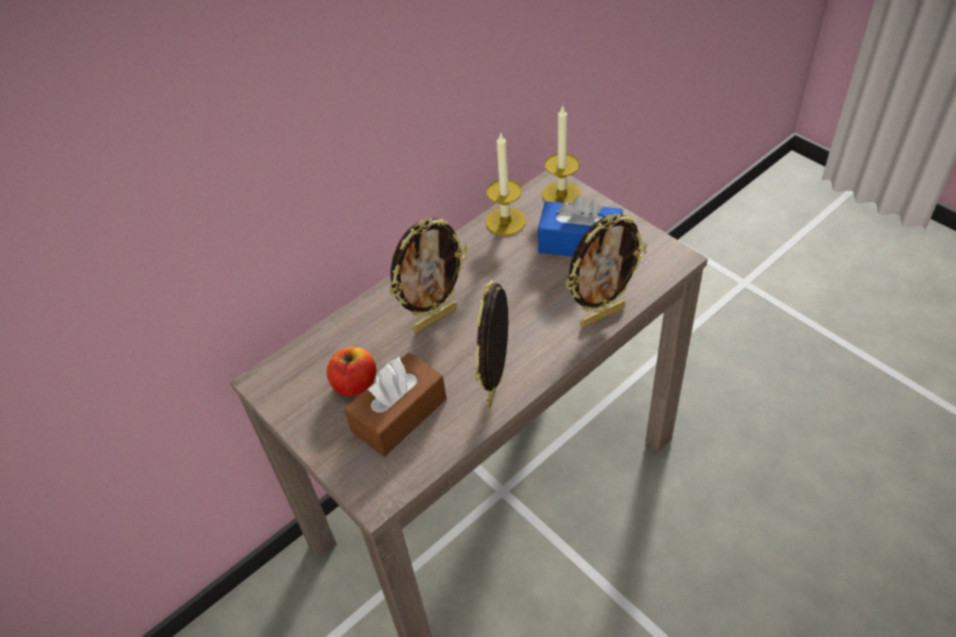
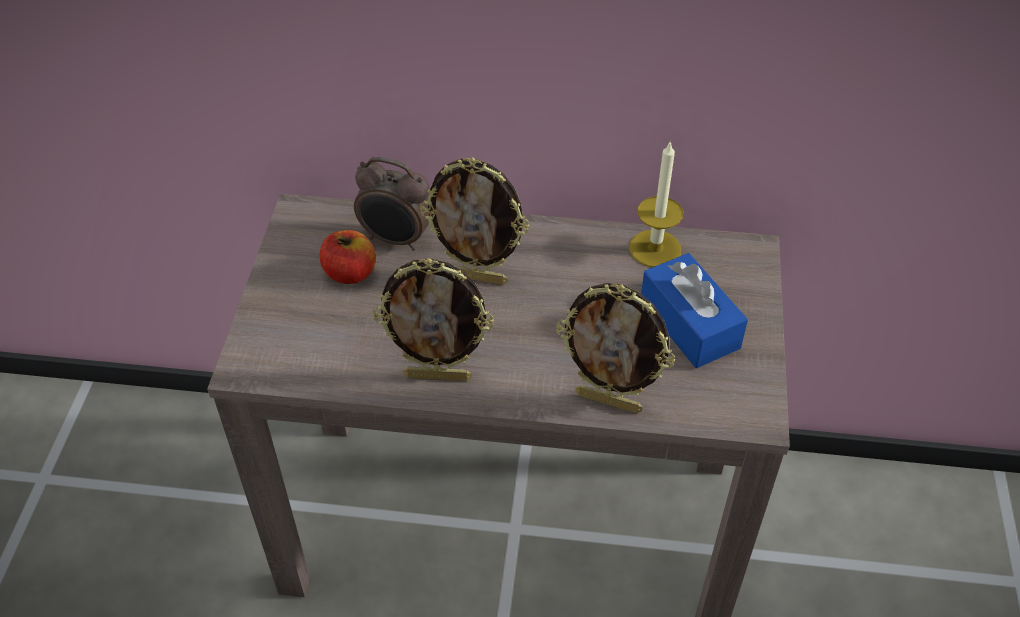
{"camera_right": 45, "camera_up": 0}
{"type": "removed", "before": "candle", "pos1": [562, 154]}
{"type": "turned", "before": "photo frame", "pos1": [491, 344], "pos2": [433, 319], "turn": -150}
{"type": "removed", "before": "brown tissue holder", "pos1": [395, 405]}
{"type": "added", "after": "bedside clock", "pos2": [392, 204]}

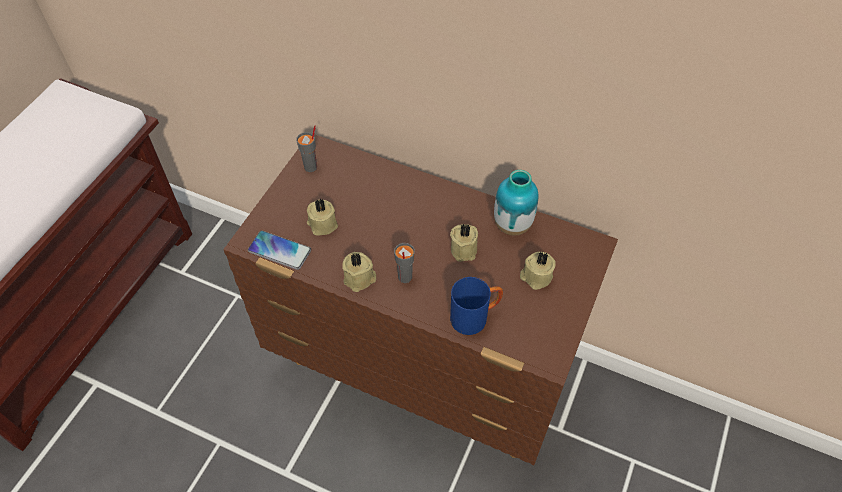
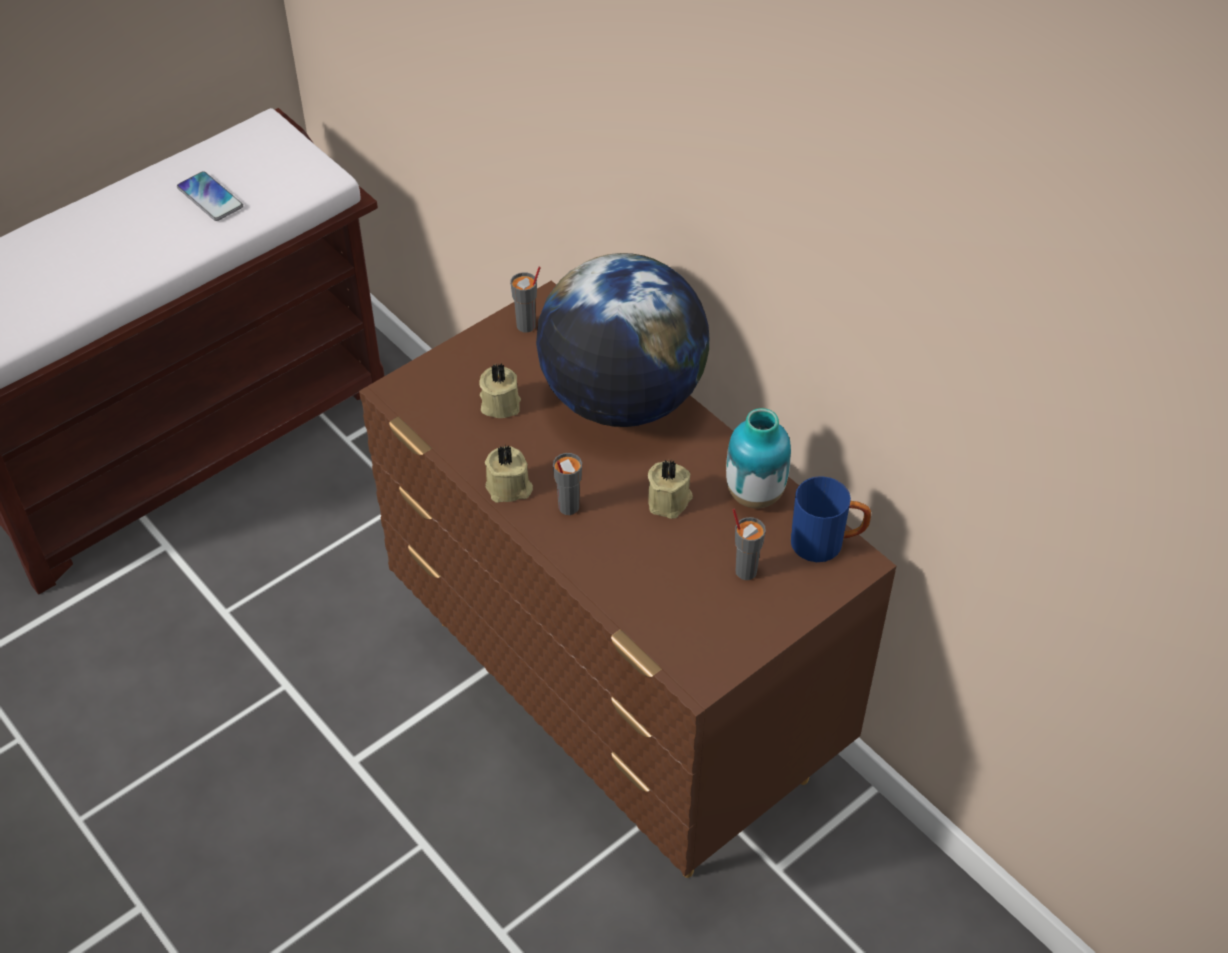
{"camera_right": 25, "camera_up": -5}
{"type": "moved", "before": "telephone", "pos1": [279, 250], "pos2": [210, 196]}
{"type": "replaced", "before": "beige candle", "after": "gray small cup", "pos1": [538, 271], "pos2": [749, 544]}
{"type": "moved", "before": "bluish mug", "pos1": [476, 306], "pos2": [830, 519]}
{"type": "added", "after": "globe", "pos2": [622, 340]}

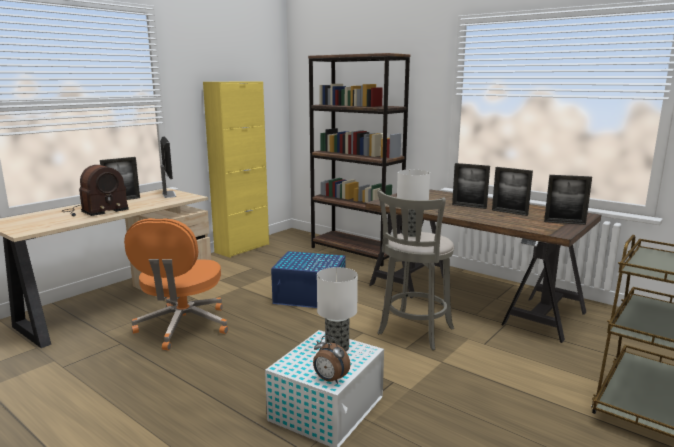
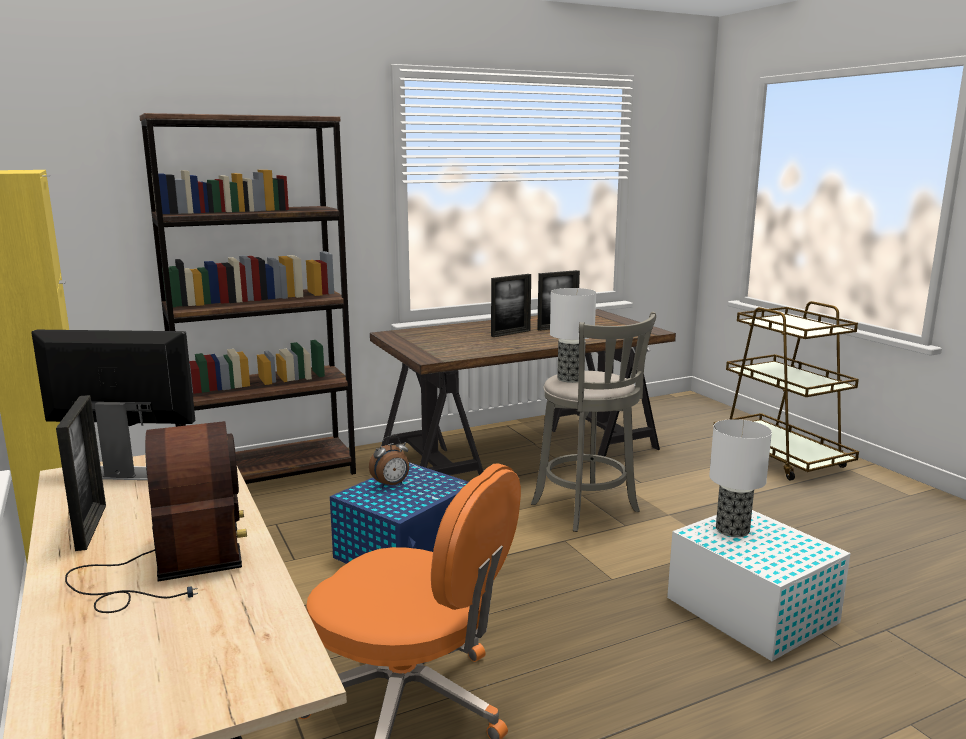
{"camera_right": -65, "camera_up": 0}
{"type": "removed", "before": "photo frame", "pos1": [568, 200]}
{"type": "moved", "before": "bedside clock", "pos1": [331, 359], "pos2": [389, 461]}

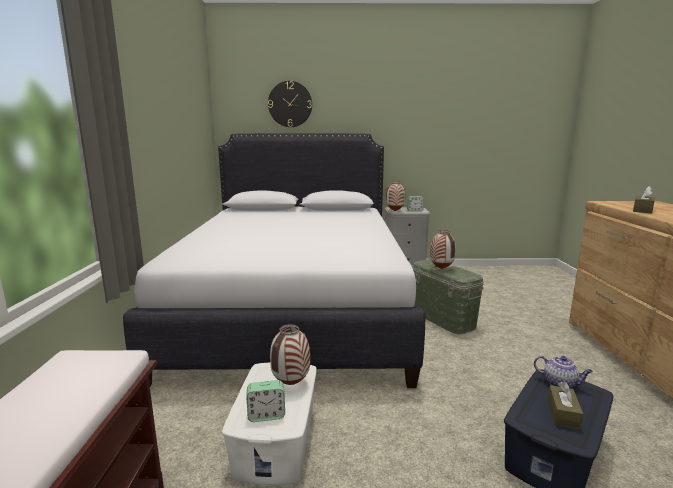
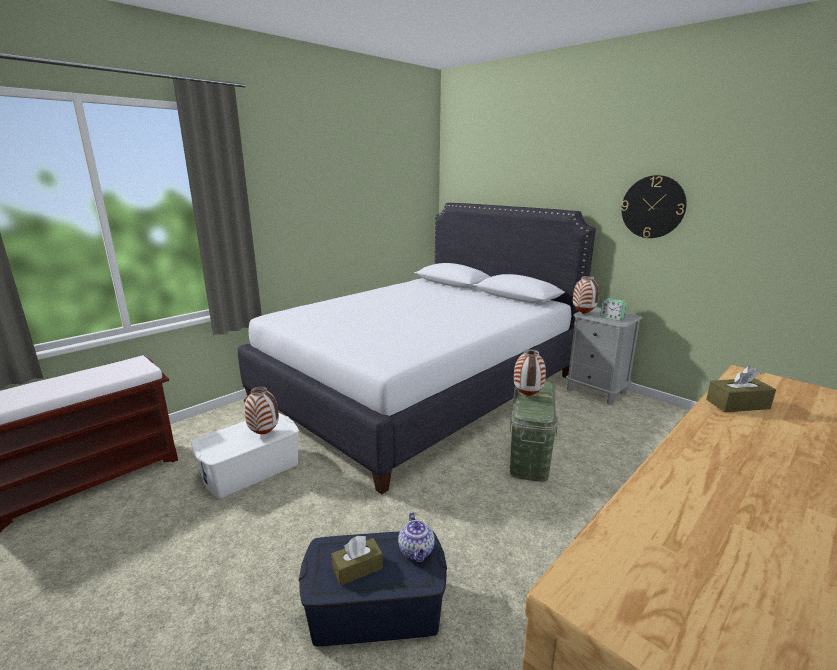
{"camera_right": 45, "camera_up": 5}
{"type": "moved", "before": "hanging clock", "pos1": [290, 104], "pos2": [654, 206]}
{"type": "removed", "before": "bedside clock", "pos1": [265, 401]}

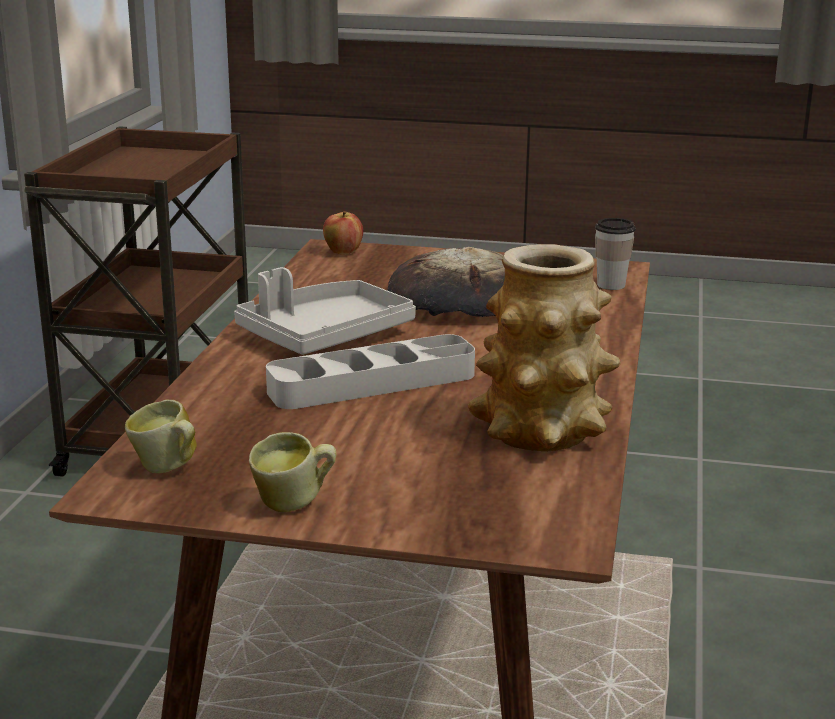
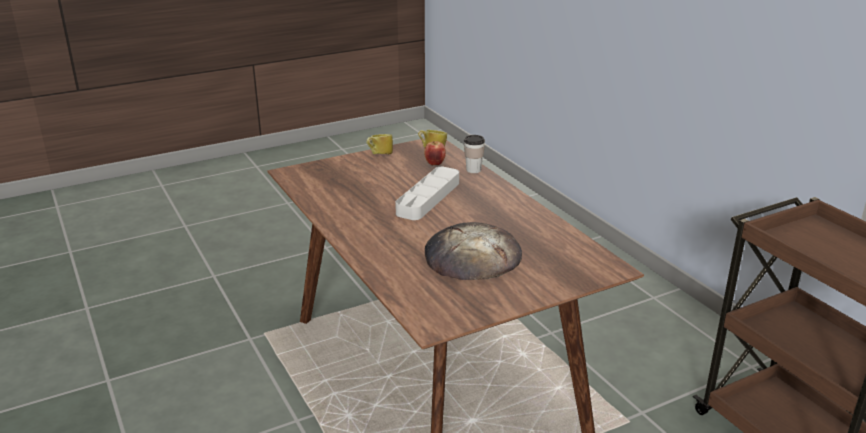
{"camera_right": 140, "camera_up": 5}
{"type": "moved", "before": "whole apple", "pos1": [343, 233], "pos2": [435, 153]}
{"type": "moved", "before": "small cup", "pos1": [615, 254], "pos2": [474, 154]}
{"type": "removed", "before": "vase", "pos1": [544, 347]}
{"type": "removed", "before": "gray serving tray", "pos1": [325, 311]}

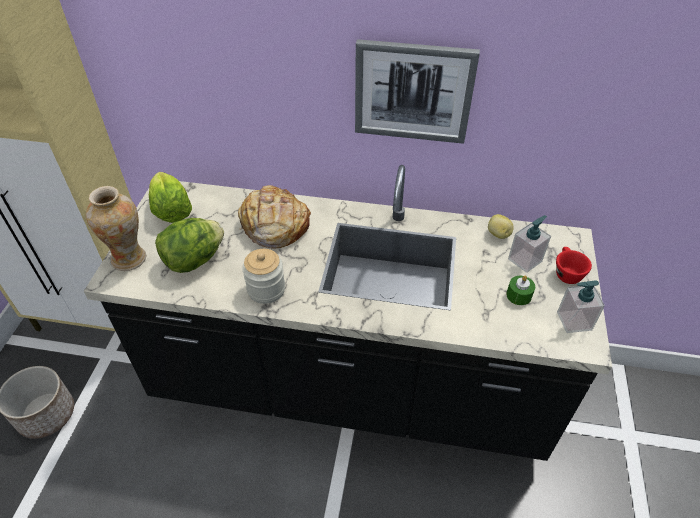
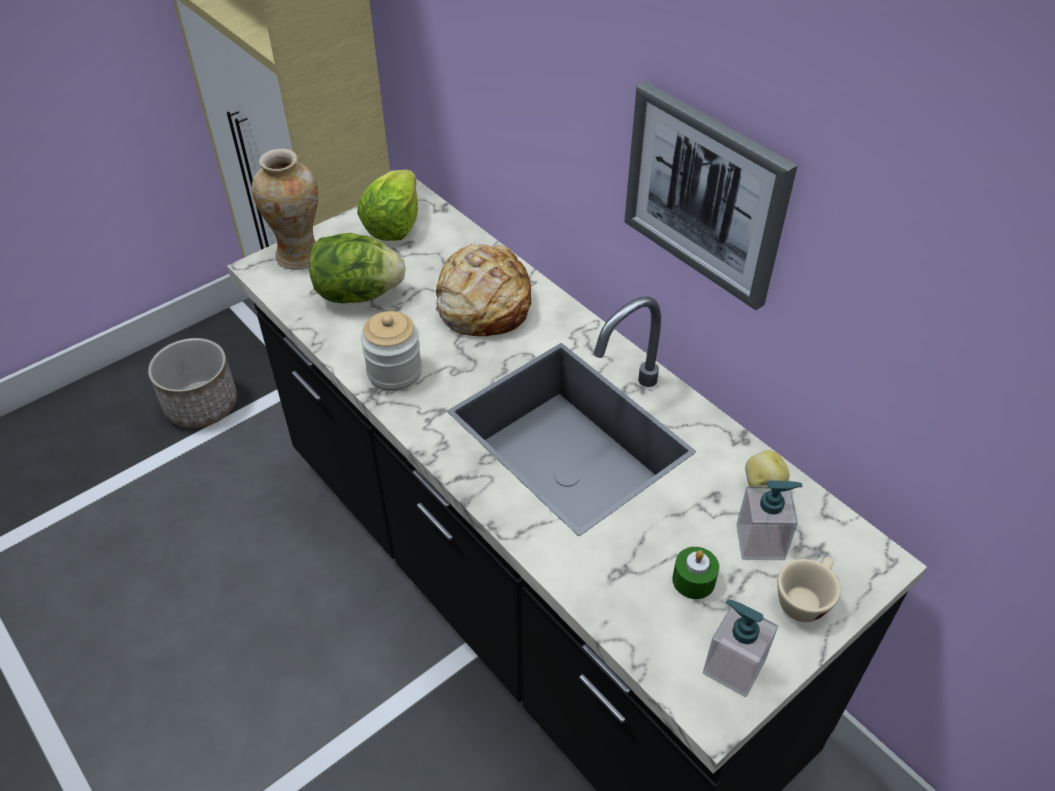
{"camera_right": 40, "camera_up": 0}
{"type": "recoloured", "before": "red small cup", "after": "beige small cup", "pos1": [574, 265], "pos2": [809, 589]}

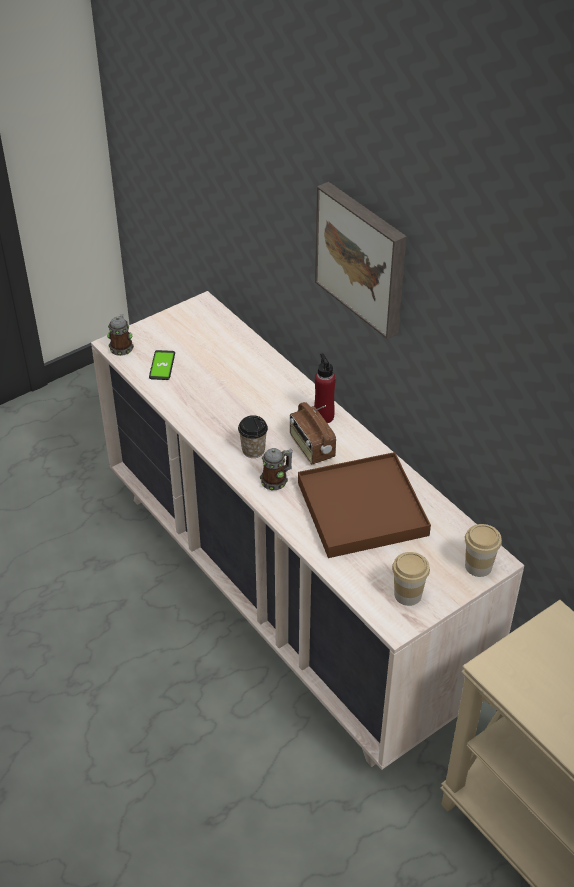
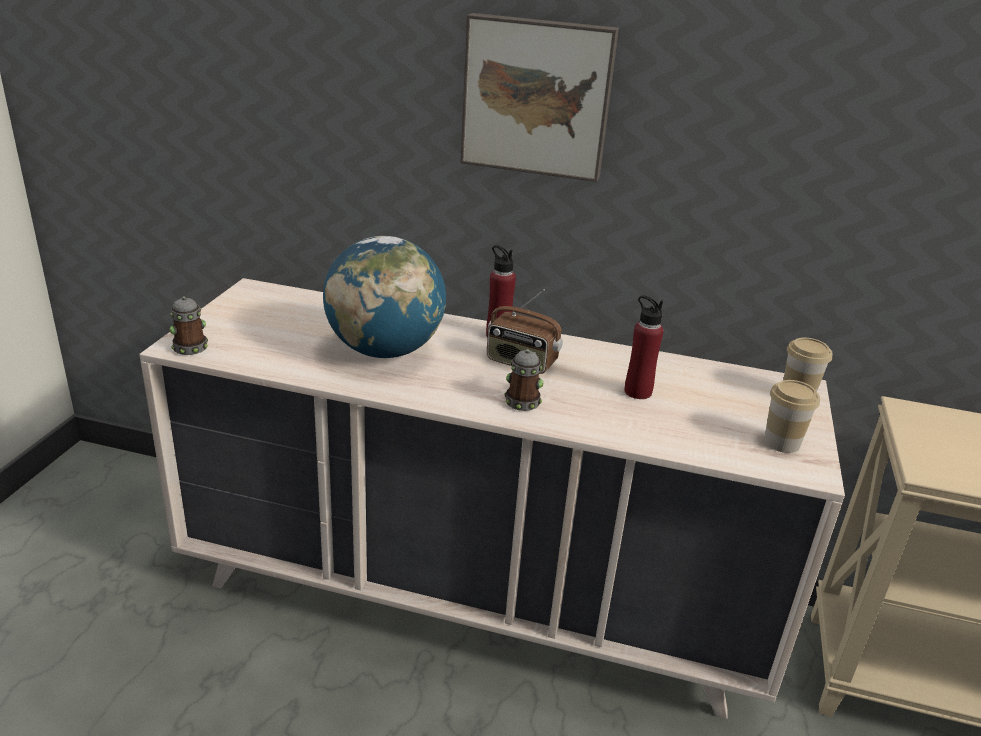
{"camera_right": -40, "camera_up": -15}
{"type": "removed", "before": "telephone", "pos1": [162, 365]}
{"type": "removed", "before": "small cup", "pos1": [253, 436]}
{"type": "replaced", "before": "brown serving tray", "after": "red beverage bottle", "pos1": [364, 505], "pos2": [644, 347]}
{"type": "added", "after": "globe", "pos2": [384, 297]}

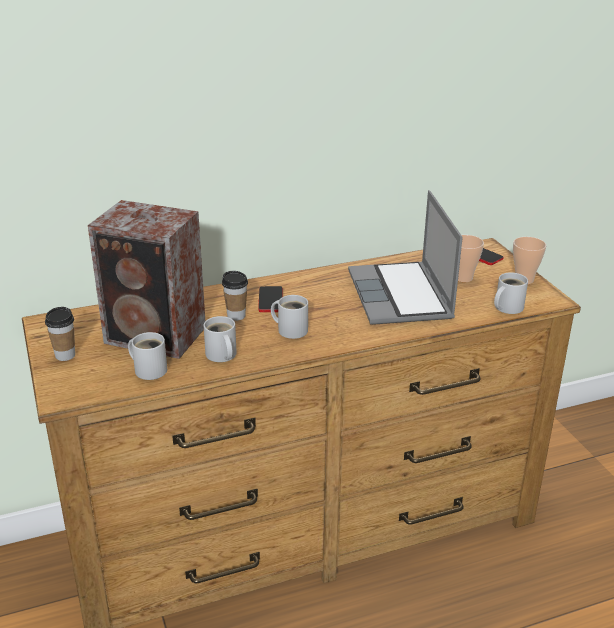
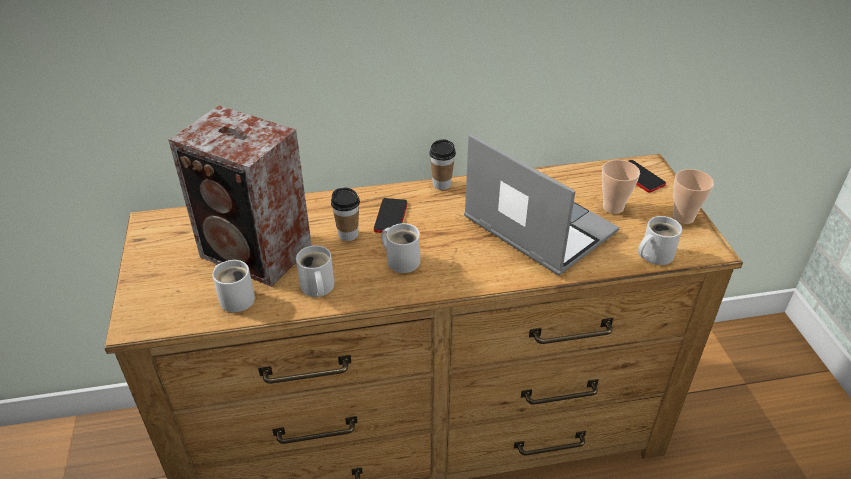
{"camera_right": 10, "camera_up": 10}
{"type": "turned", "before": "laptop", "pos1": [405, 257], "pos2": [541, 205], "turn": 135}
{"type": "moved", "before": "small cup", "pos1": [60, 334], "pos2": [442, 165]}

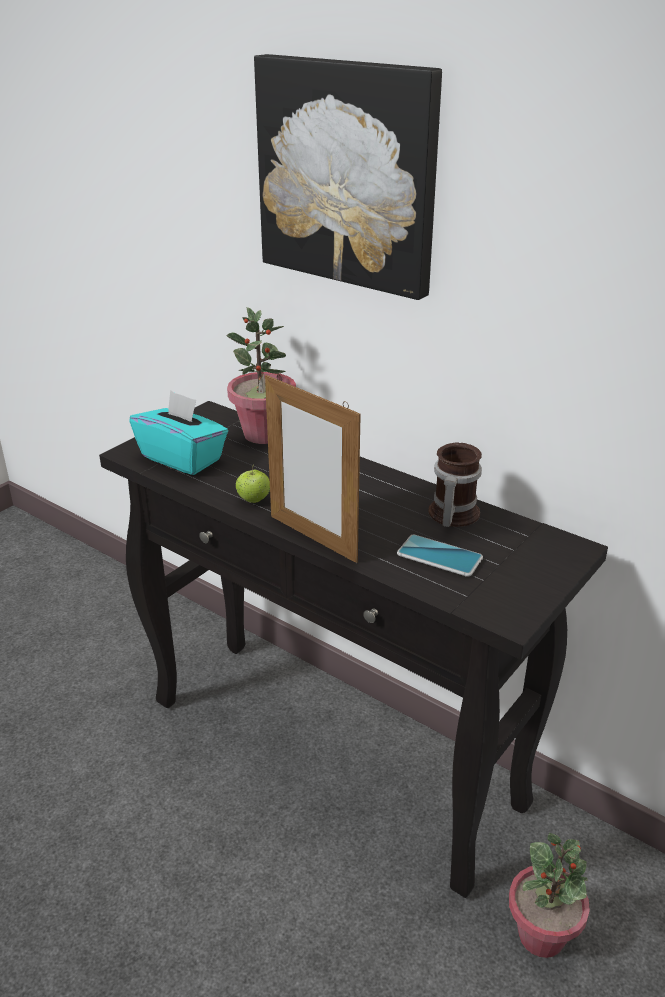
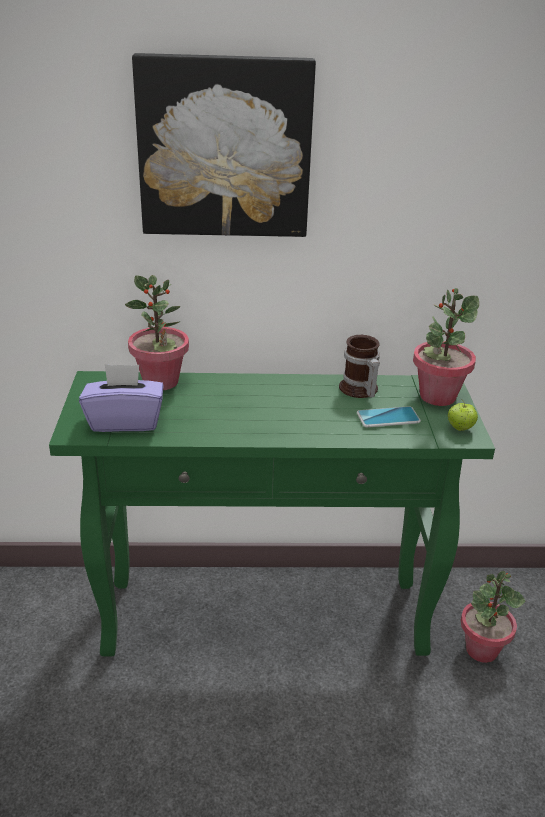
{"camera_right": -40, "camera_up": 0}
{"type": "removed", "before": "photo frame", "pos1": [313, 468]}
{"type": "recoloured", "before": "blue-green tissue holder", "after": "purple tissue holder", "pos1": [178, 432], "pos2": [121, 398]}
{"type": "recoloured", "before": "blackish hall table", "after": "green hall table", "pos1": [353, 649], "pos2": [272, 514]}
{"type": "moved", "before": "whole apple", "pos1": [253, 483], "pos2": [463, 415]}
{"type": "added", "after": "potted plant", "pos2": [446, 347]}

